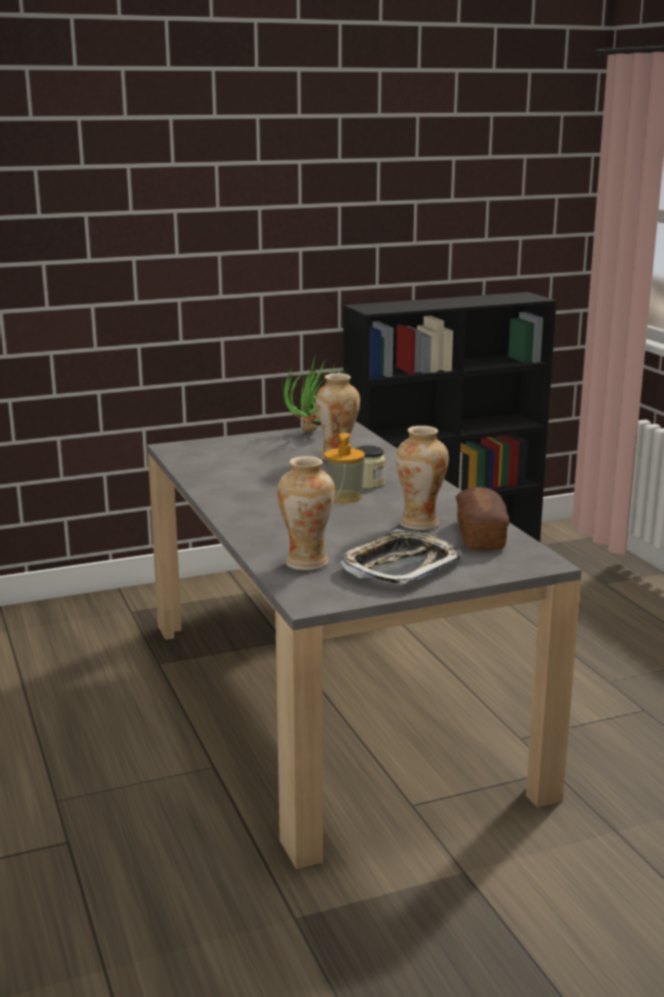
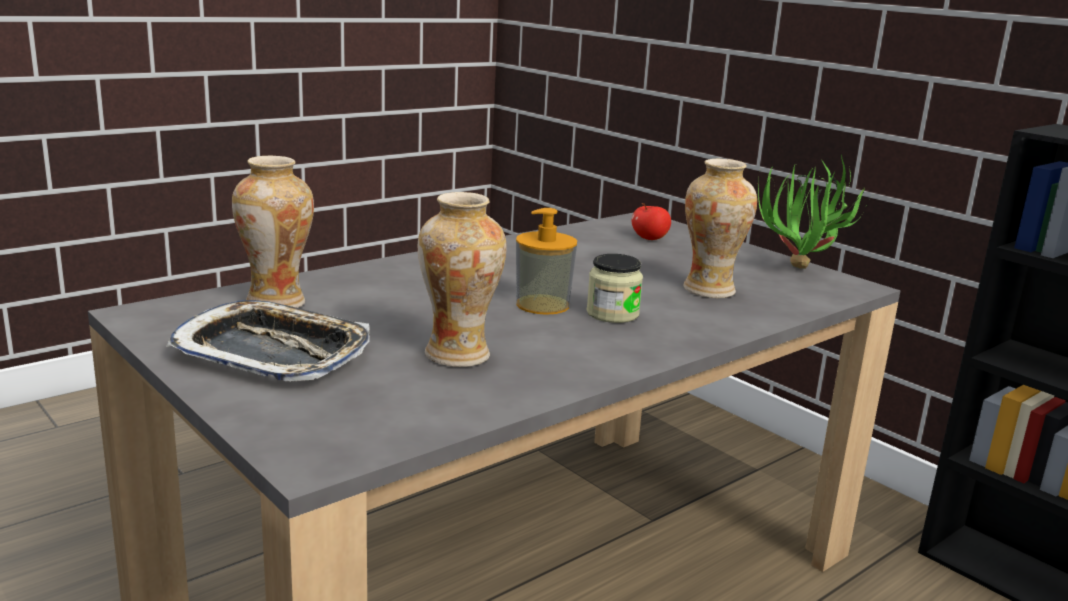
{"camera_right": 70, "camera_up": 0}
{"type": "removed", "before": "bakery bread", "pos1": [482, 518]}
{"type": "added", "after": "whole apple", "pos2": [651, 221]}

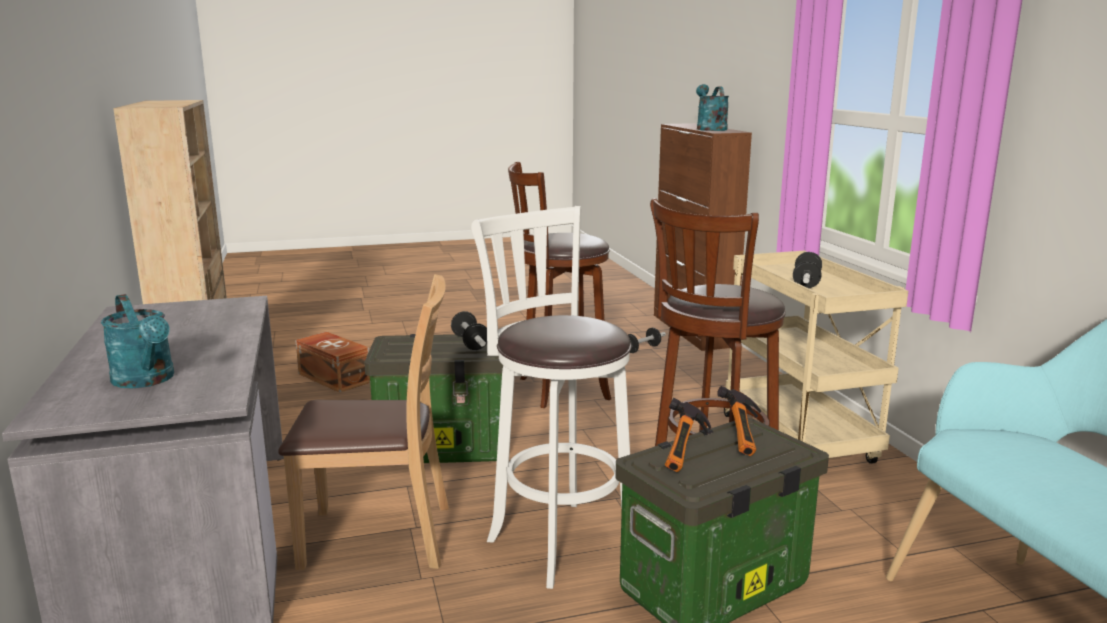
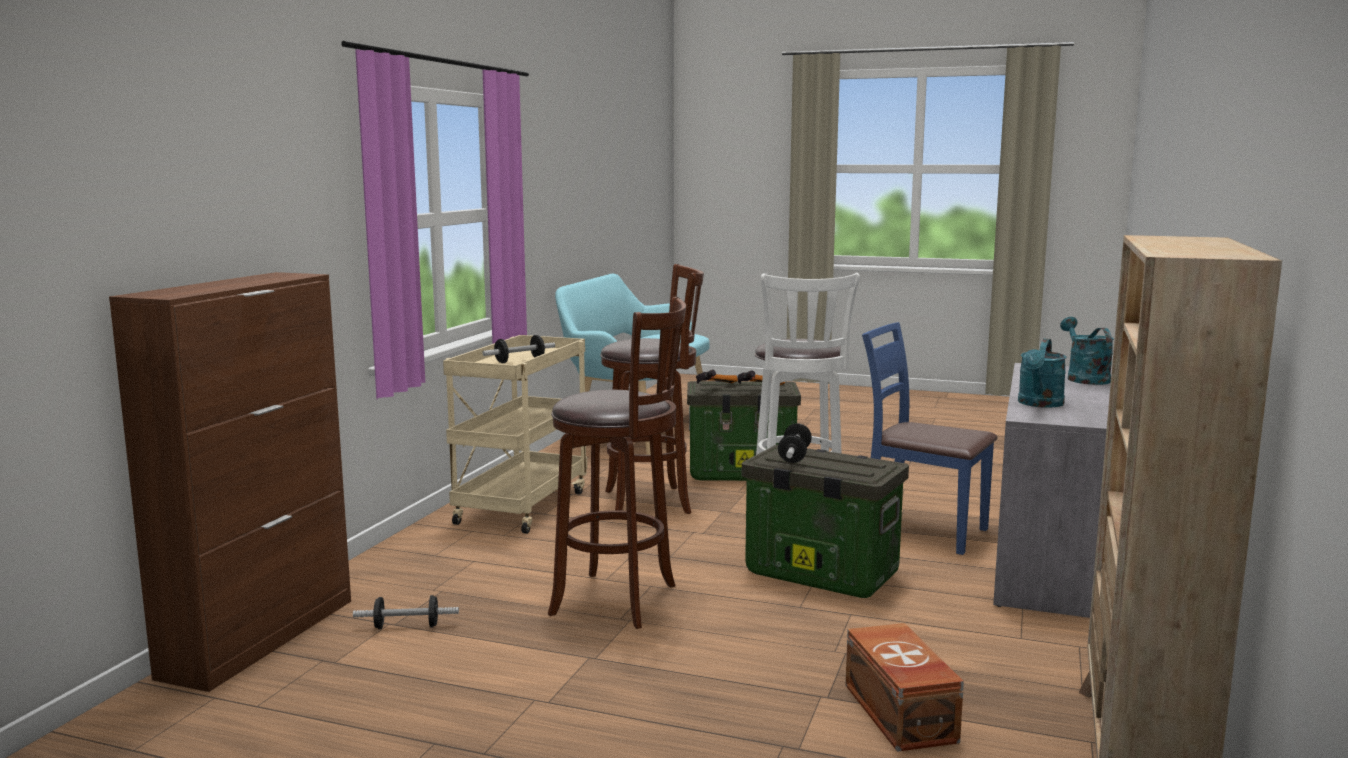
{"camera_right": -145, "camera_up": -5}
{"type": "moved", "before": "blue-green sprinkling can", "pos1": [712, 107], "pos2": [1042, 373]}
{"type": "recoloured", "before": "brown chair", "after": "bluish chair", "pos1": [363, 422], "pos2": [930, 438]}

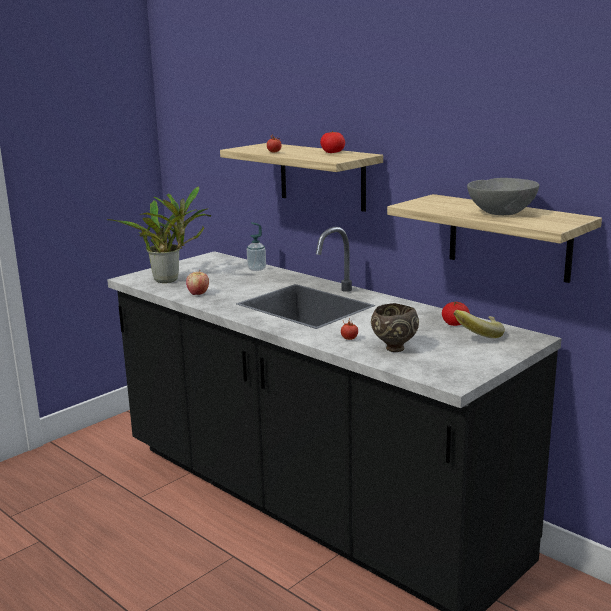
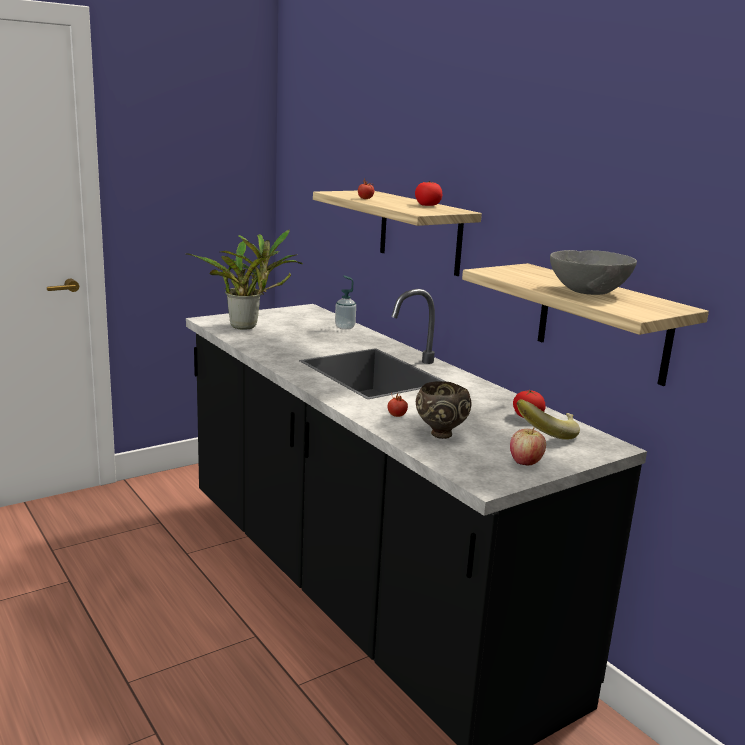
{"camera_right": 10, "camera_up": 0}
{"type": "moved", "before": "whole apple", "pos1": [197, 282], "pos2": [528, 446]}

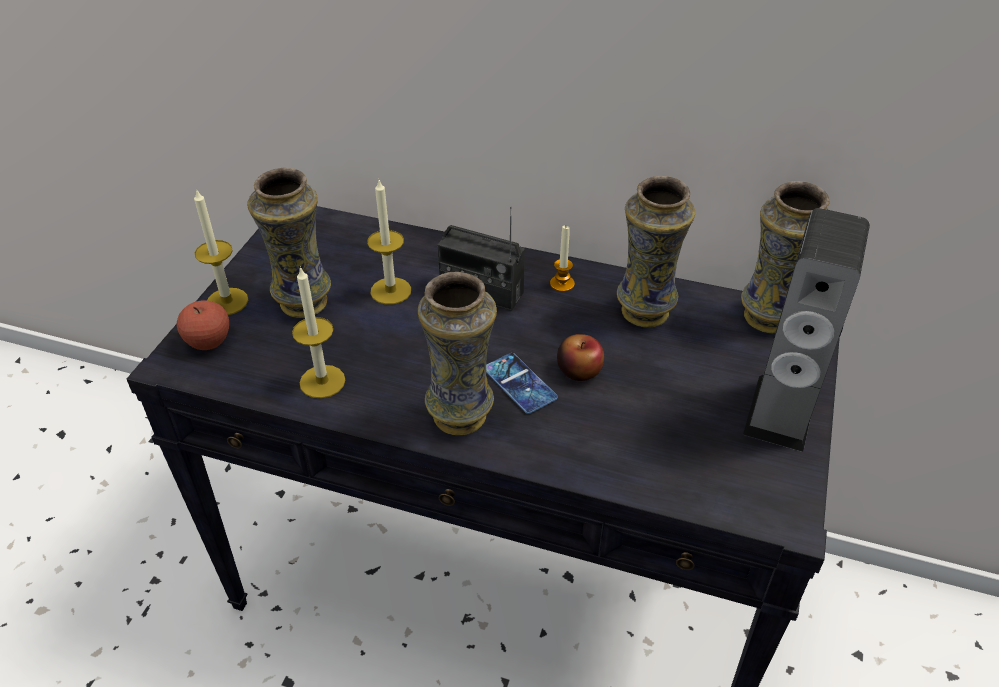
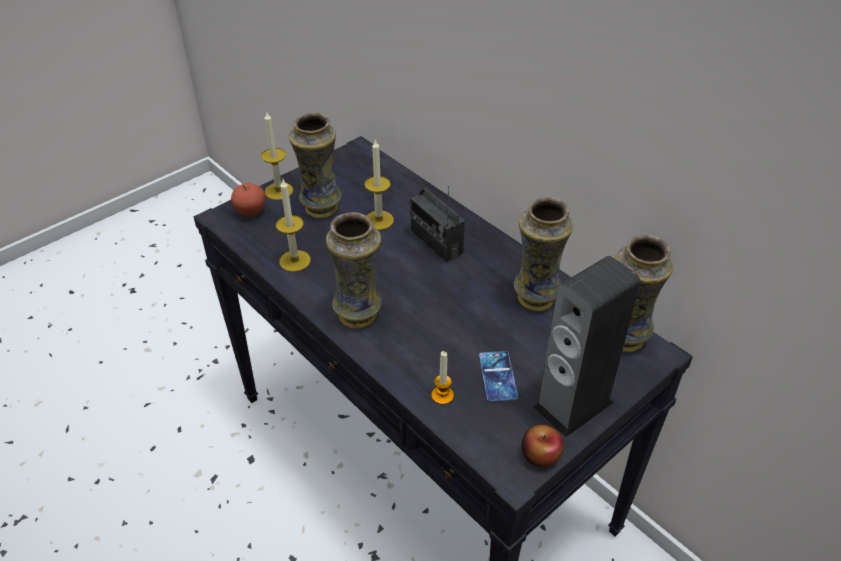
{"camera_right": 30, "camera_up": 0}
{"type": "moved", "before": "candle", "pos1": [562, 258], "pos2": [442, 378]}
{"type": "moved", "before": "whole apple", "pos1": [580, 357], "pos2": [542, 445]}
{"type": "moved", "before": "telephone", "pos1": [522, 383], "pos2": [498, 376]}

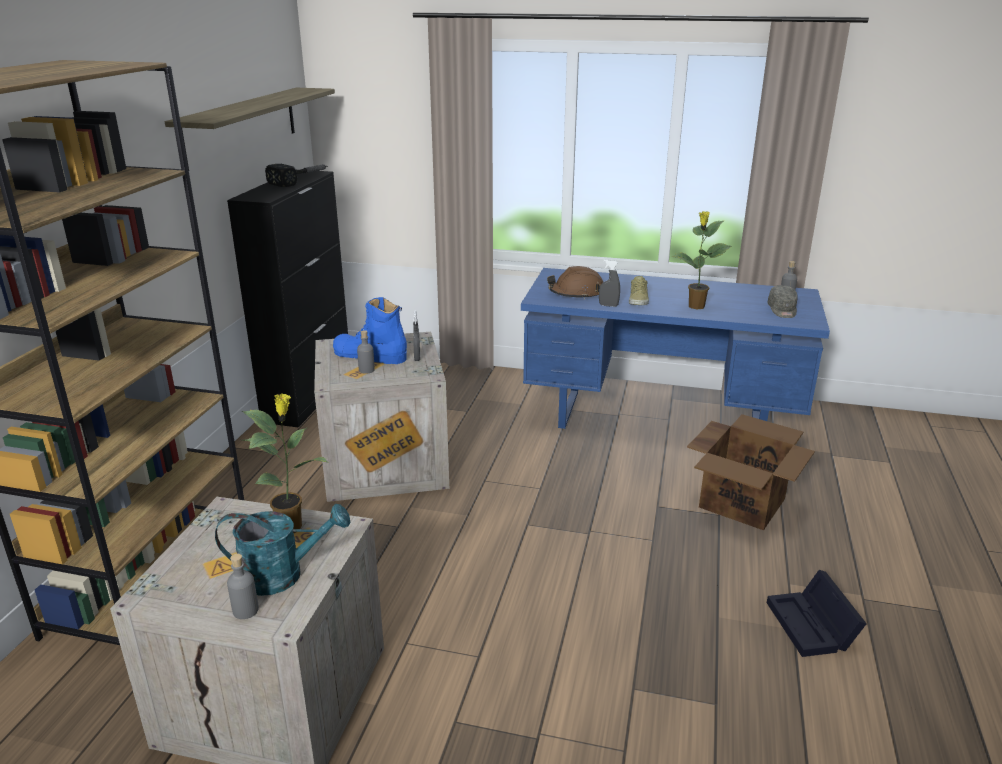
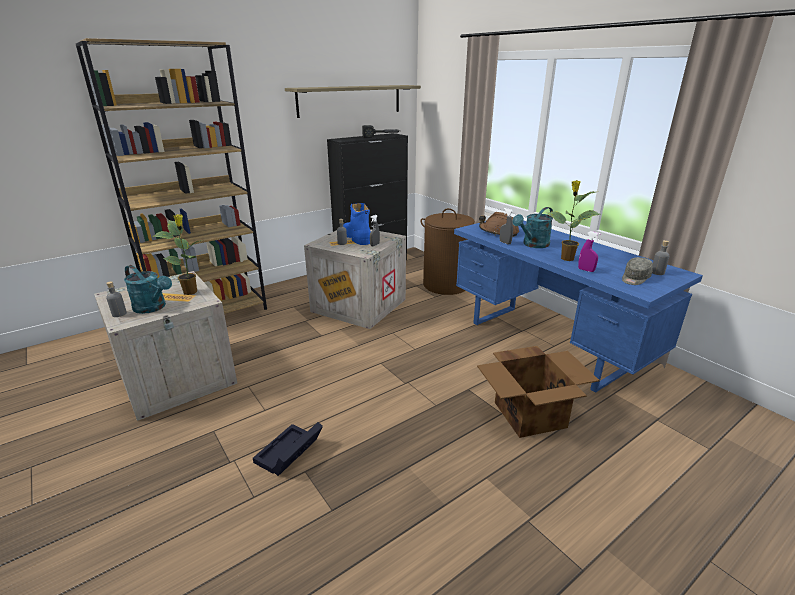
{"camera_right": 40, "camera_up": 0}
{"type": "replaced", "before": "beige shoe", "after": "blue-green sprinkling can", "pos1": [639, 290], "pos2": [532, 227]}
{"type": "moved", "before": "blackish storage box", "pos1": [817, 613], "pos2": [288, 449]}
{"type": "added", "after": "brown washing basket", "pos2": [447, 251]}
{"type": "added", "after": "purple spray bottle", "pos2": [589, 251]}

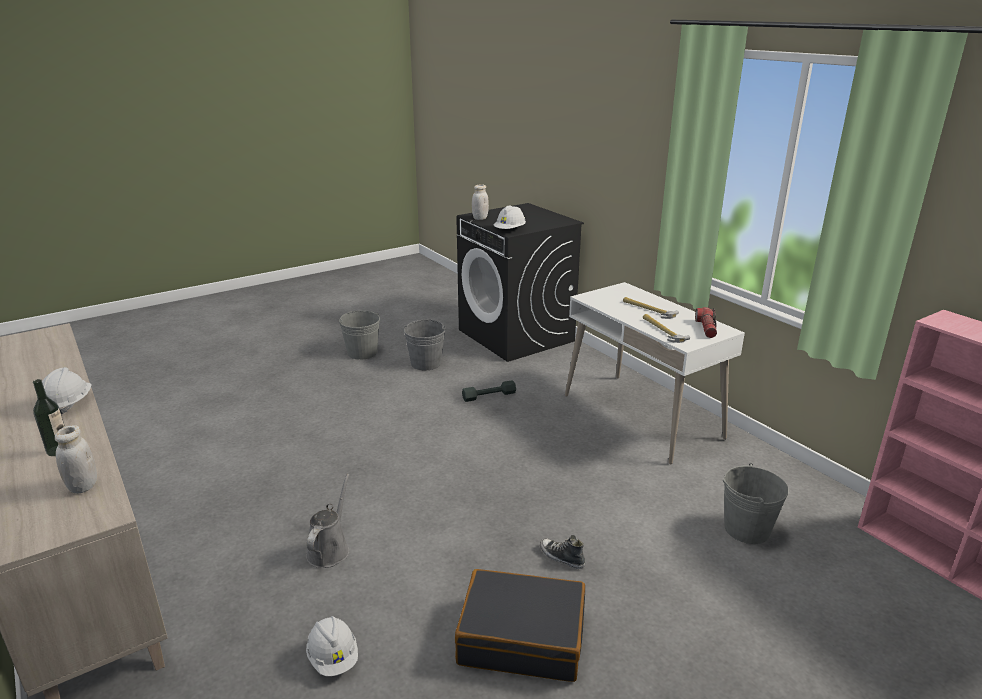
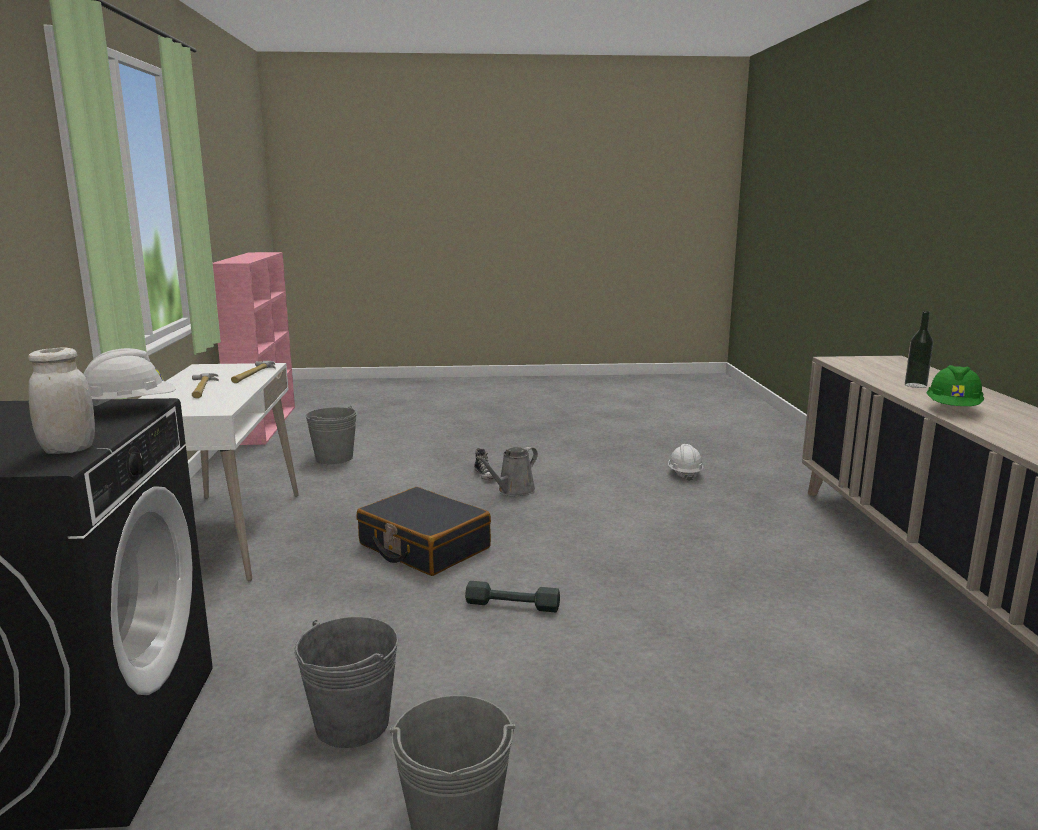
{"camera_right": -150, "camera_up": -10}
{"type": "removed", "before": "flashlight", "pos1": [706, 322]}
{"type": "recoloured", "before": "whitish hard hat", "after": "green hard hat", "pos1": [67, 390], "pos2": [955, 385]}
{"type": "moved", "before": "gray hand weight", "pos1": [489, 391], "pos2": [512, 596]}
{"type": "removed", "before": "whitish jar", "pos1": [76, 459]}
{"type": "moved", "before": "gray sprinkling can", "pos1": [327, 521], "pos2": [507, 472]}
{"type": "moved", "before": "blackish travel case", "pos1": [520, 625], "pos2": [423, 531]}

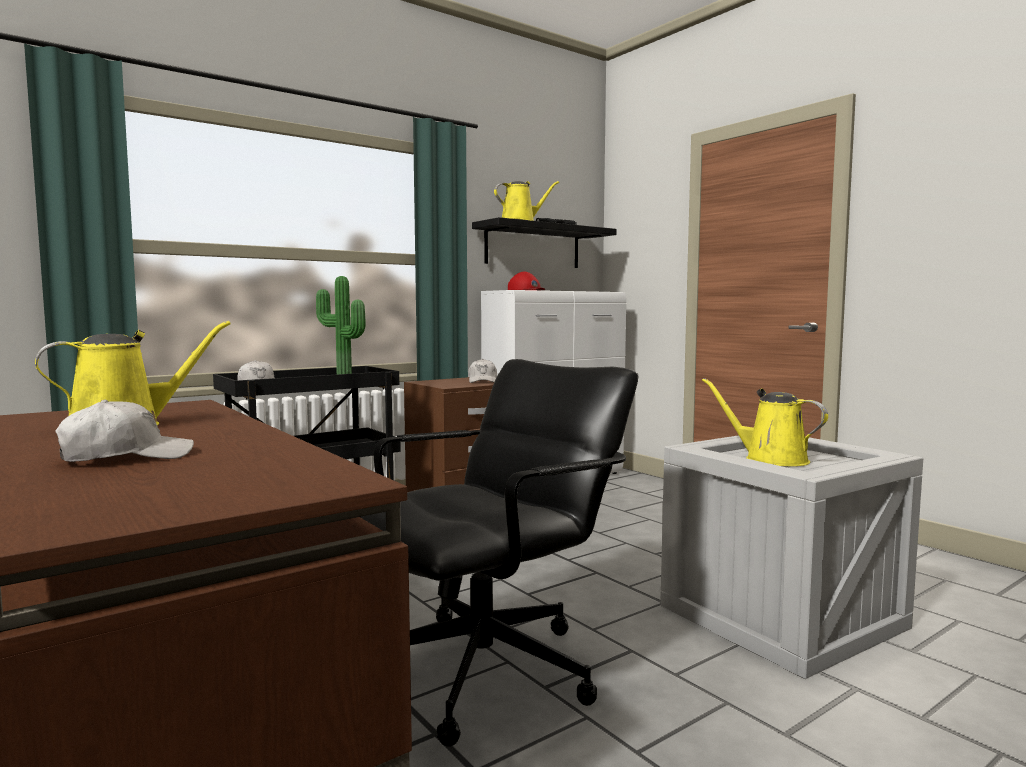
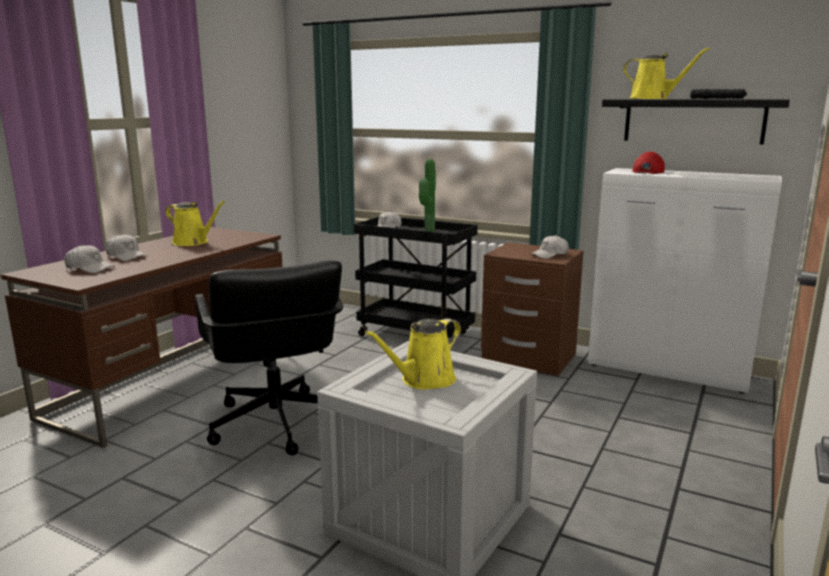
{"camera_right": 65, "camera_up": 10}
{"type": "turned", "before": "blackish office chair", "pos1": [499, 553], "pos2": [269, 357], "turn": 45}
{"type": "turned", "before": "yellowish sprinkling can", "pos1": [765, 422], "pos2": [413, 354], "turn": -150}
{"type": "added", "after": "whitish cap", "pos2": [90, 259]}

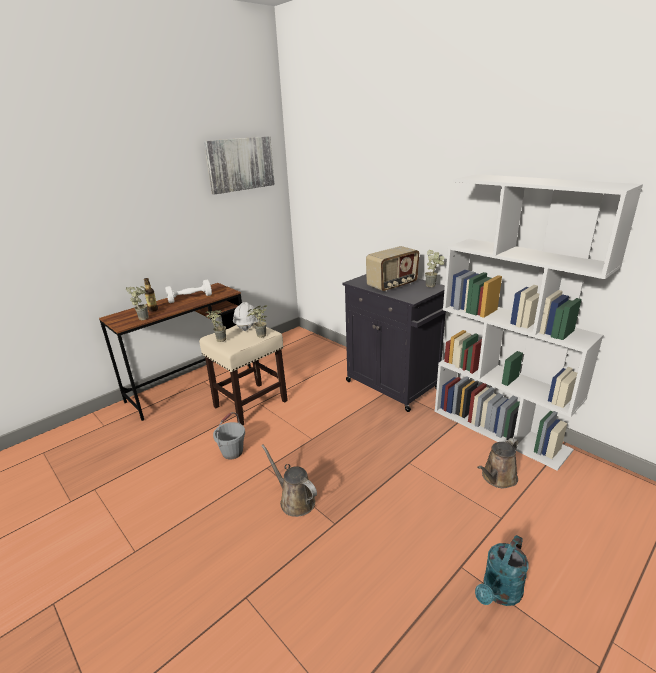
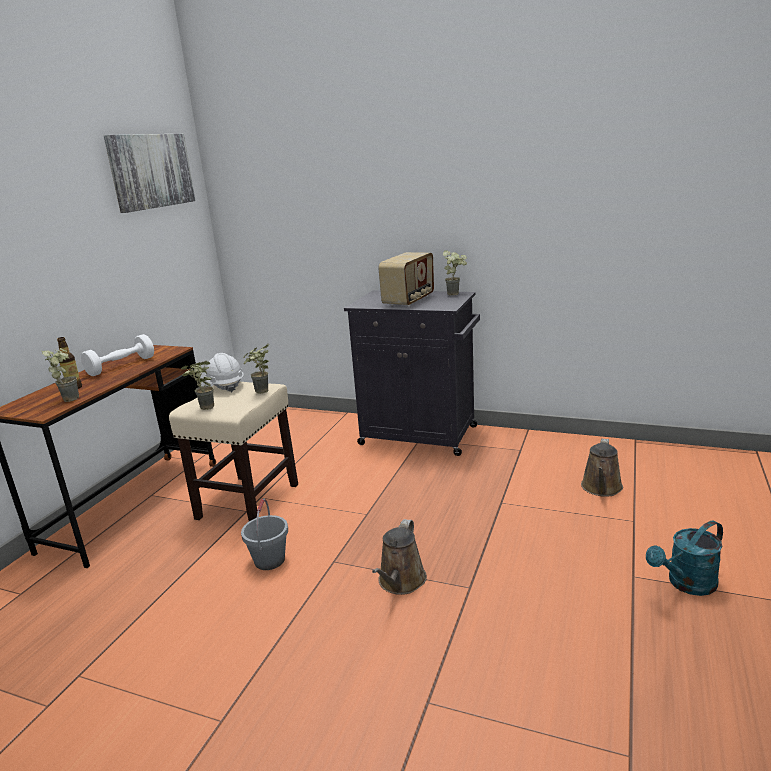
{"camera_right": -25, "camera_up": -5}
{"type": "removed", "before": "whitish bookcase", "pos1": [539, 322]}
{"type": "turned", "before": "brown sprinkling can", "pos1": [289, 481], "pos2": [399, 557], "turn": -90}
{"type": "turned", "before": "blue-green sprinkling can", "pos1": [501, 570], "pos2": [684, 558], "turn": 45}

